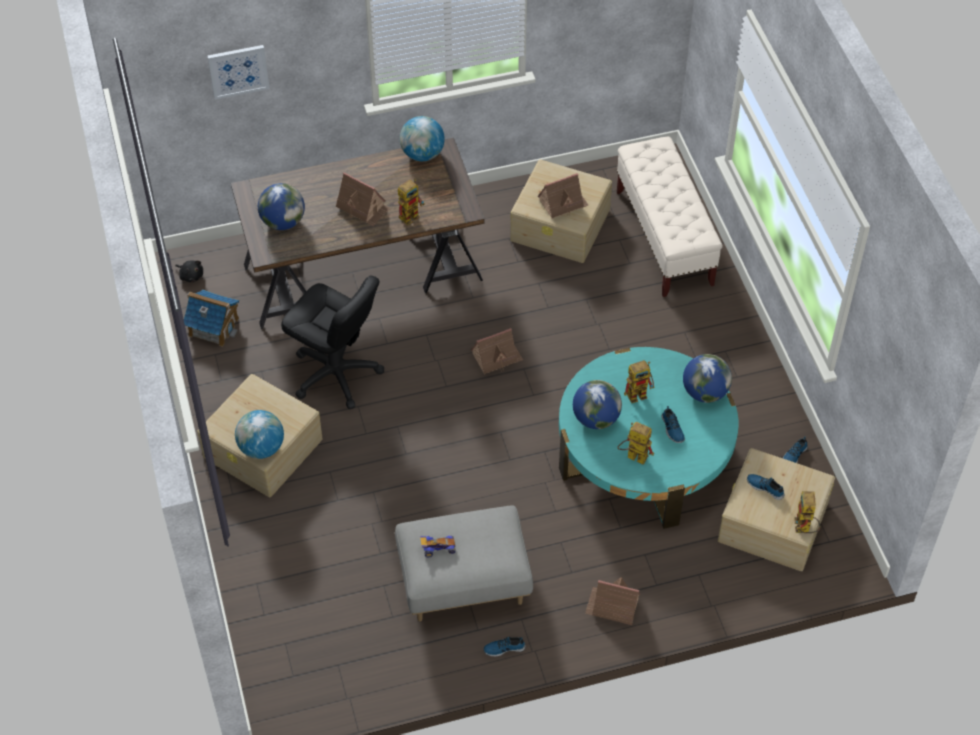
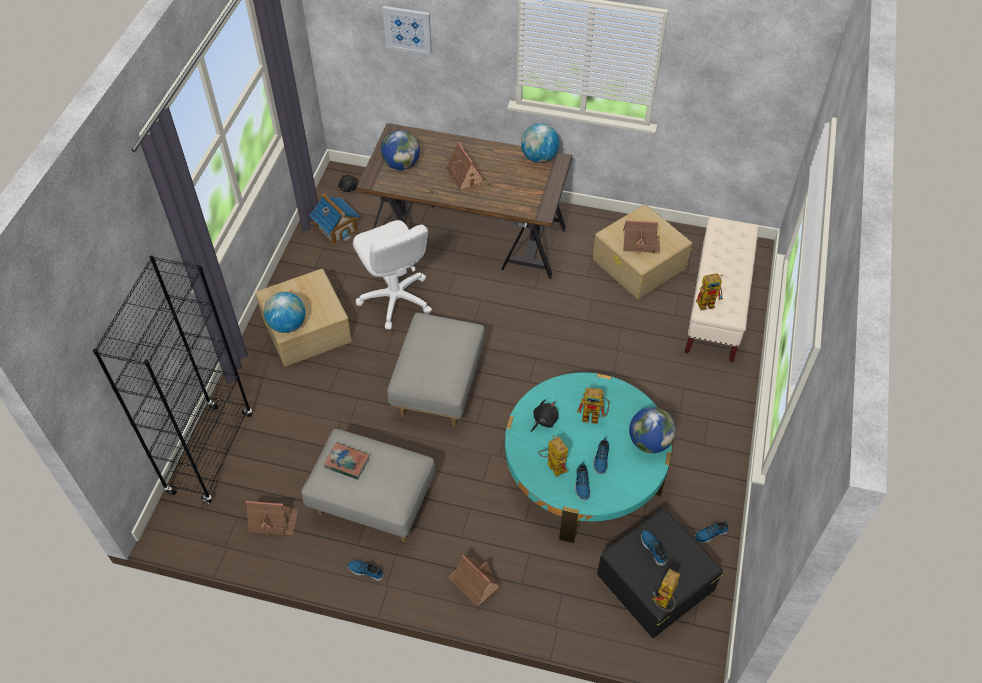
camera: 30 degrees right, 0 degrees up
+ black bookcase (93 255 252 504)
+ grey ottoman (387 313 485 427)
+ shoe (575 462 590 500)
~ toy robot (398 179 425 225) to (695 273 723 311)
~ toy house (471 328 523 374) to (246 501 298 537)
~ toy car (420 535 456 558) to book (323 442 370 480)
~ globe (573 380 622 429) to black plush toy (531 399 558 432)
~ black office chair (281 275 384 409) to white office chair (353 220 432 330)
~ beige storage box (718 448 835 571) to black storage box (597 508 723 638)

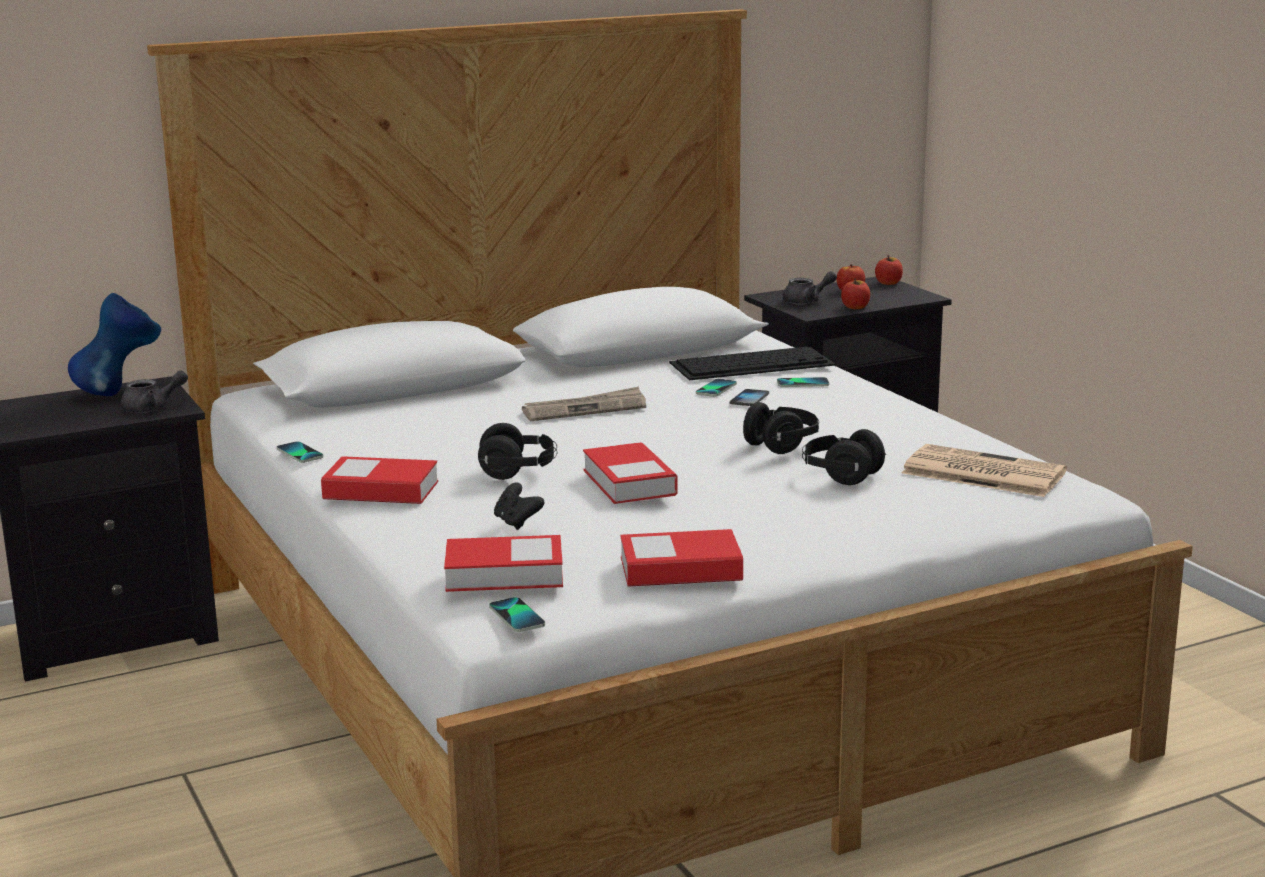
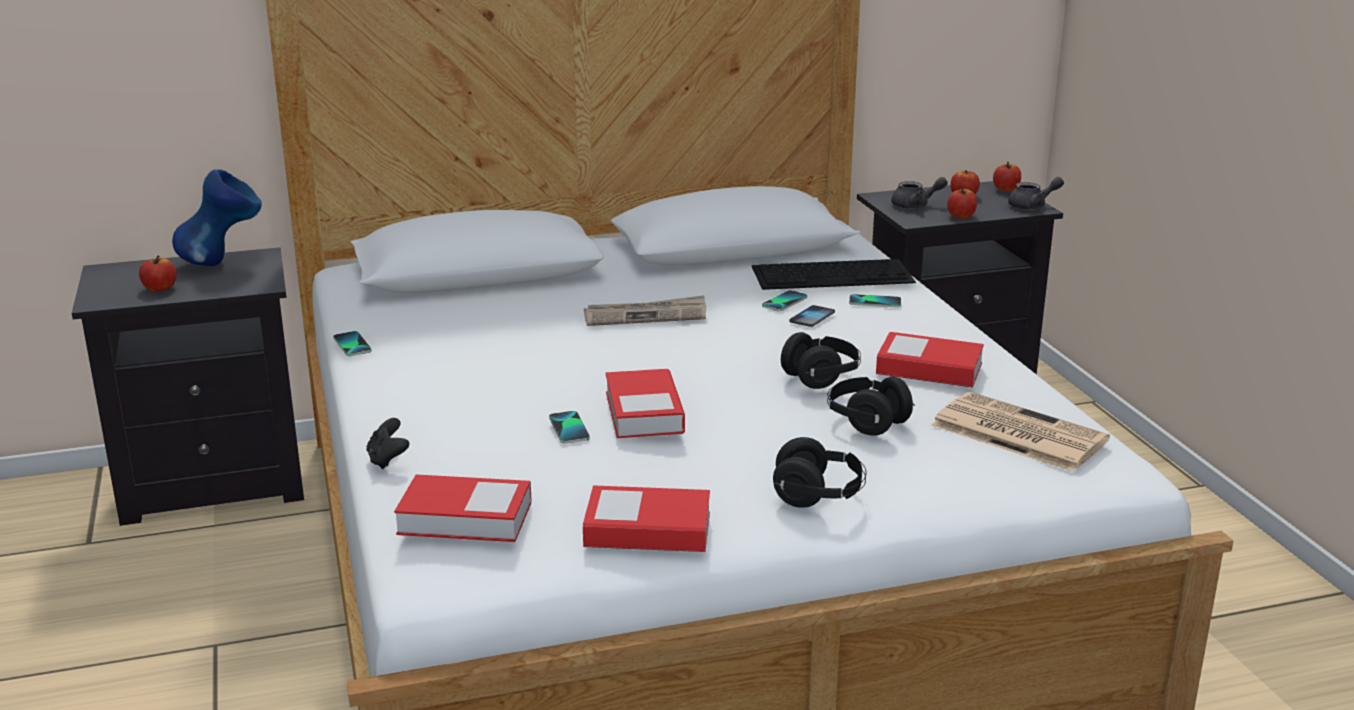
camera: 10 degrees right, 5 degrees up
+ apple (139 255 177 291)
~ grey teapot (121 370 188 413) to (1008 177 1064 210)
~ book (321 456 438 504) to (876 332 984 388)
~ black headphones (478 423 557 480) to (773 437 866 507)
~ phone (489 597 545 632) to (549 411 590 444)
~ black game controller (494 483 545 530) to (367 418 409 469)

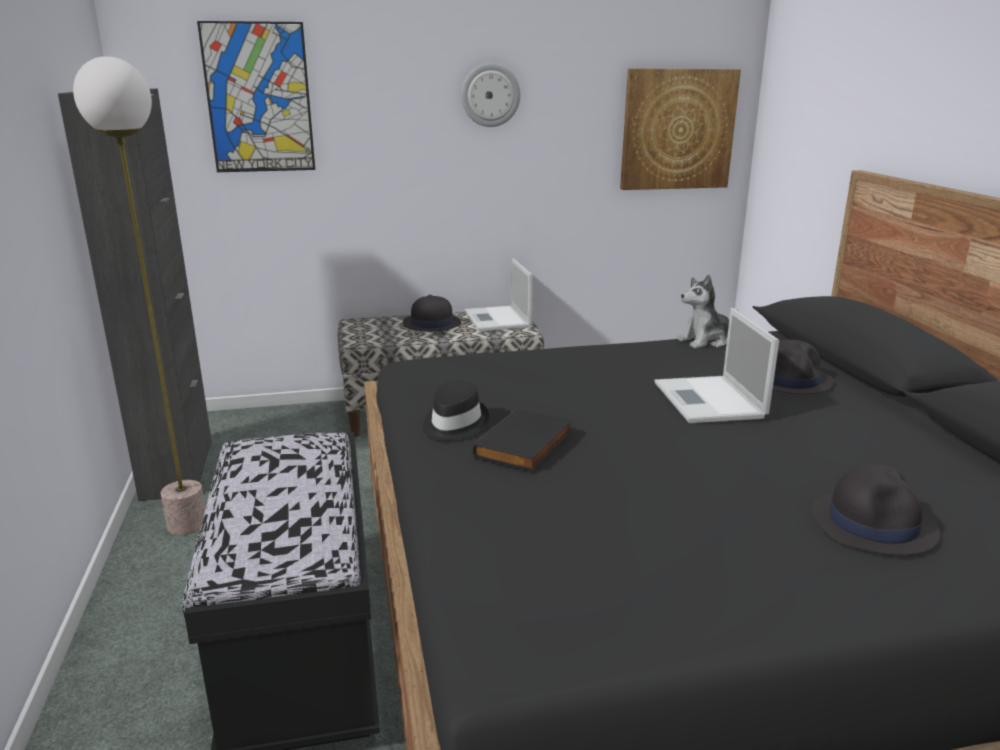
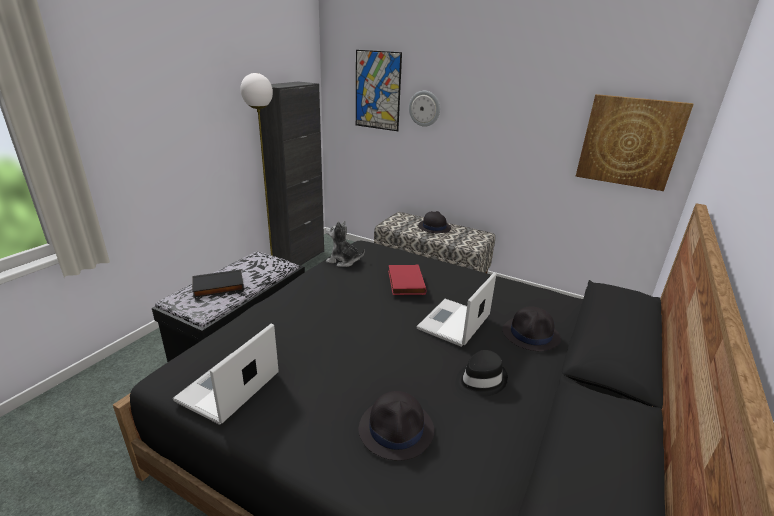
camera: 40 degrees right, 5 degrees up
+ red book (388 265 427 295)
~ black hat (423 381 489 441) to (456 350 508 397)
~ wall clock (461 63 521 127) to (409 91 440 127)
~ laptop (465 258 533 331) to (173 323 279 425)
~ black book (473 407 573 472) to (192 270 244 298)
~ plush toy (677 274 738 348) to (326 221 365 267)

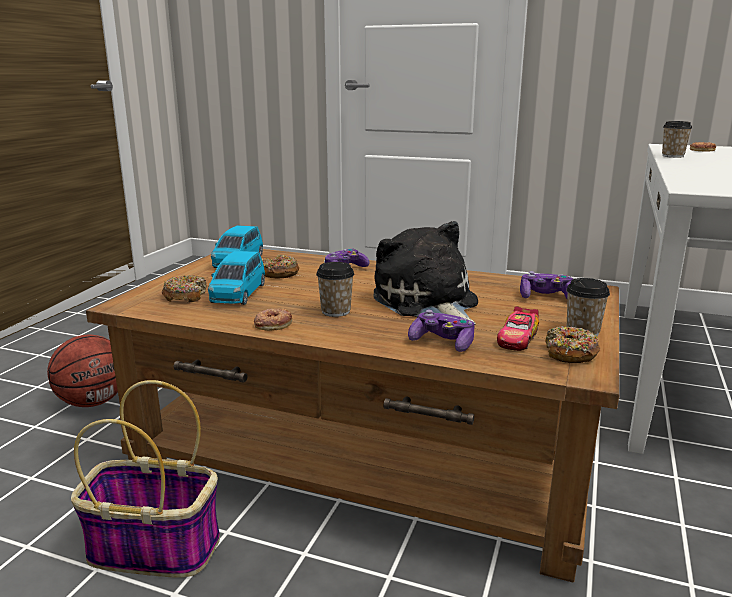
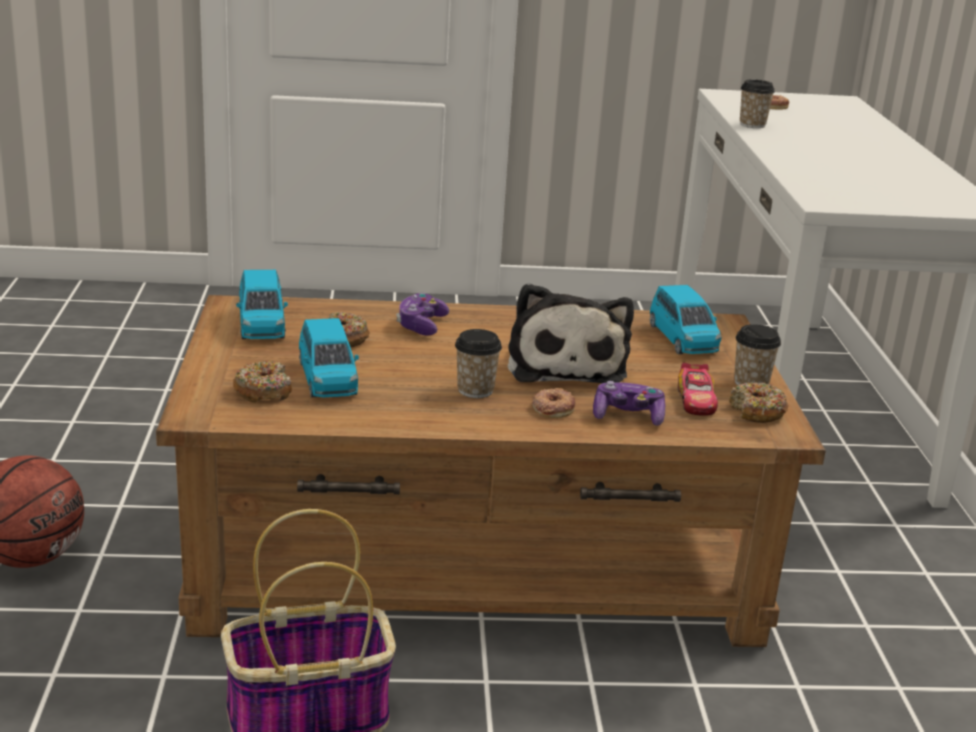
camera: 25 degrees left, 5 degrees up
~ donut (254 308 292 331) to (532 388 575 418)
~ game controller (520 271 573 299) to blue toy car (650 285 722 354)
~ plush toy (374 221 478 324) = (508 283 634 383) 135 degrees counterclockwise

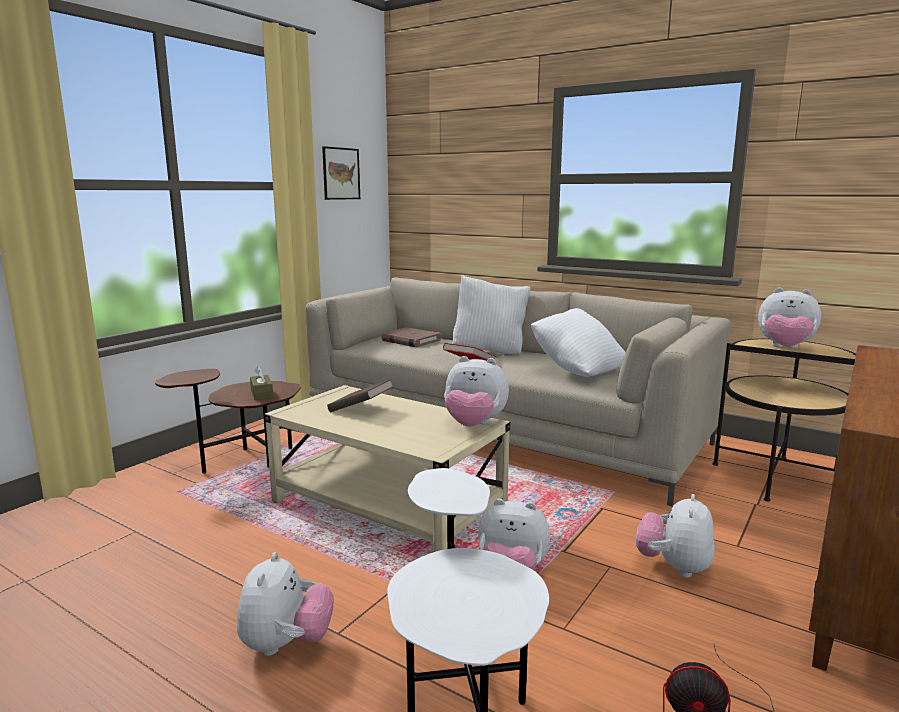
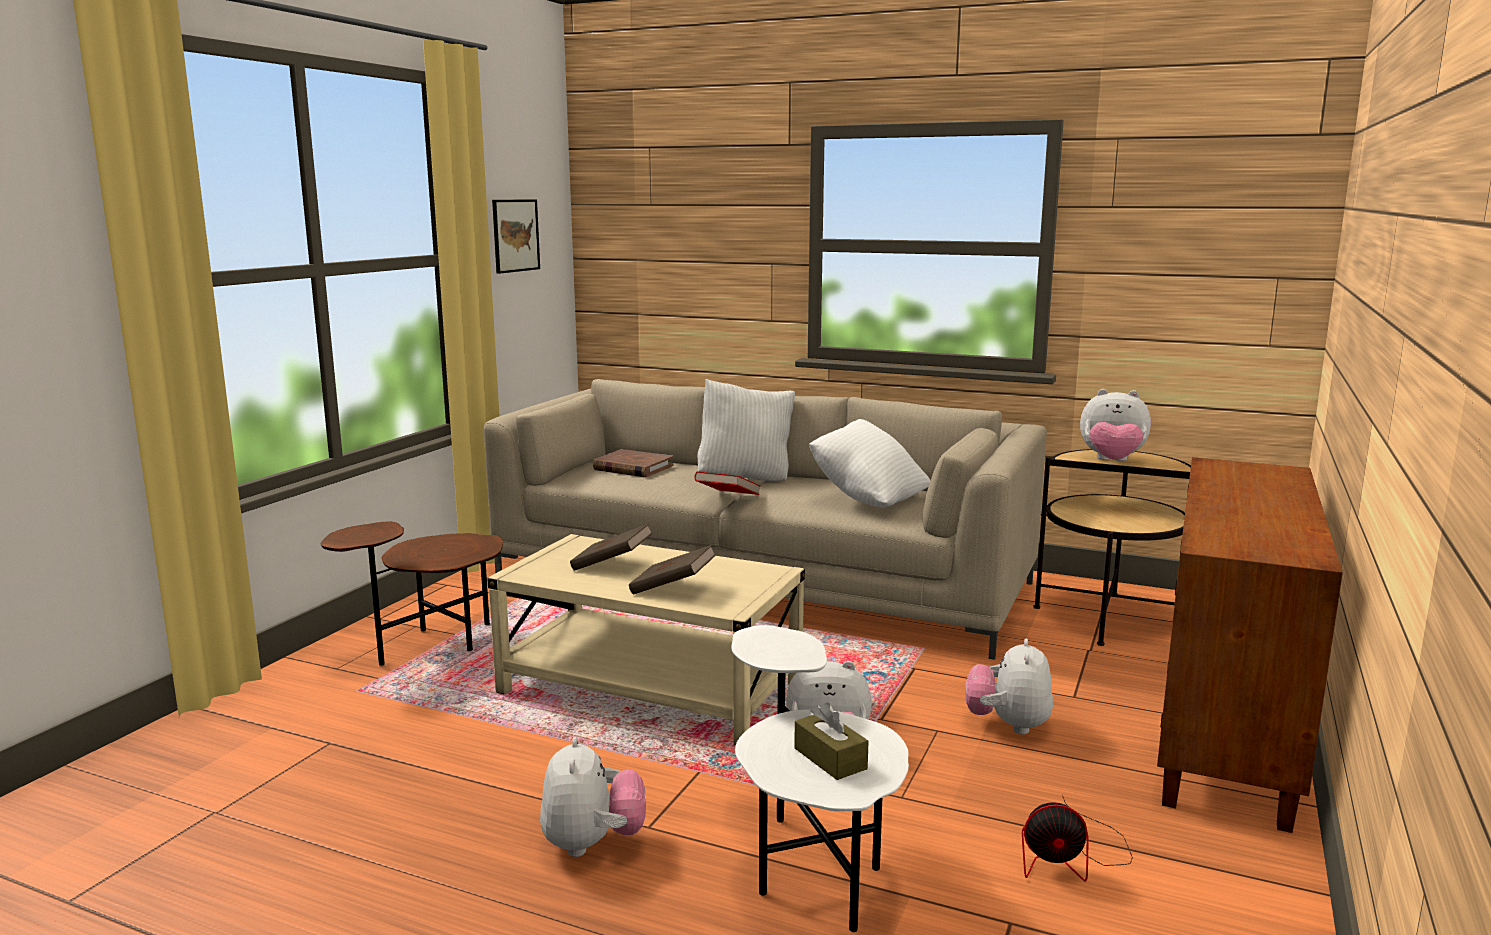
camera: 10 degrees left, 0 degrees up
- plush toy (444 356 509 427)
+ brown book (629 545 716 595)
~ brown tissue box (250 366 273 400) to (794 702 869 780)

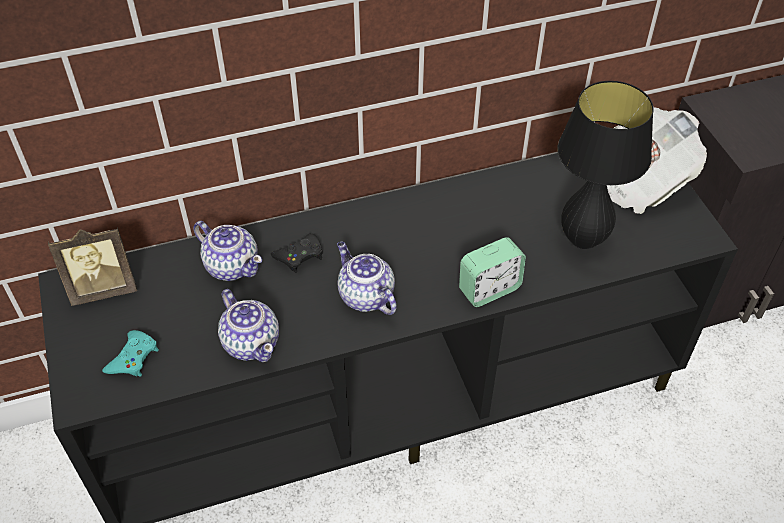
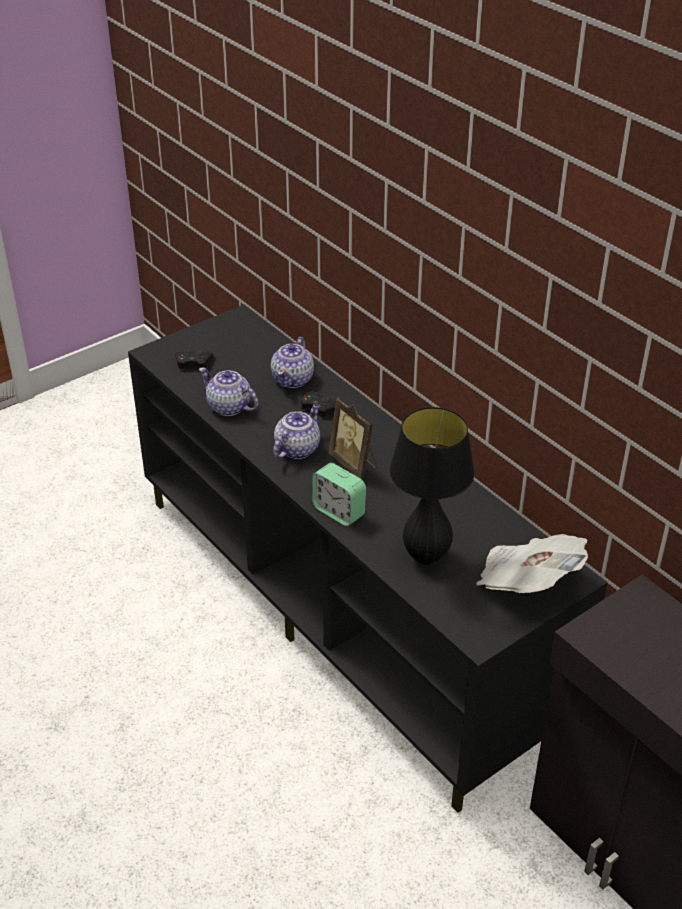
camera: 70 degrees right, 10 degrees down
~ picture frame (48 227 137 306) to (329 397 378 480)
~ turquoise game controller (102 330 159 377) to black game controller (175 350 214 370)
~ teapot (218 289 279 362) = (199 367 258 416) 90 degrees clockwise

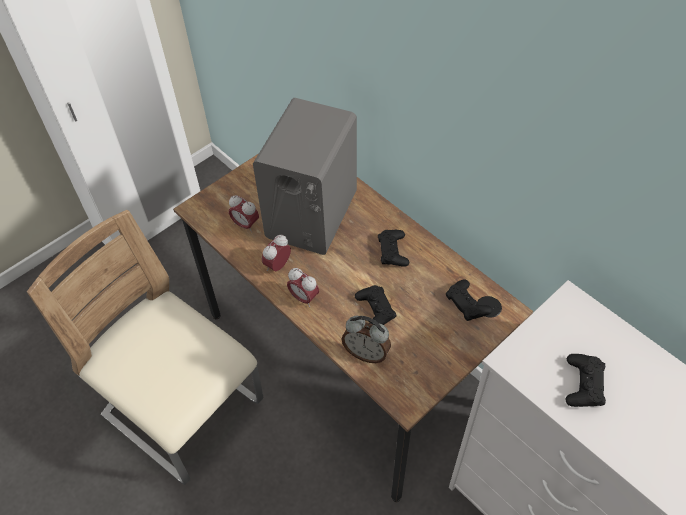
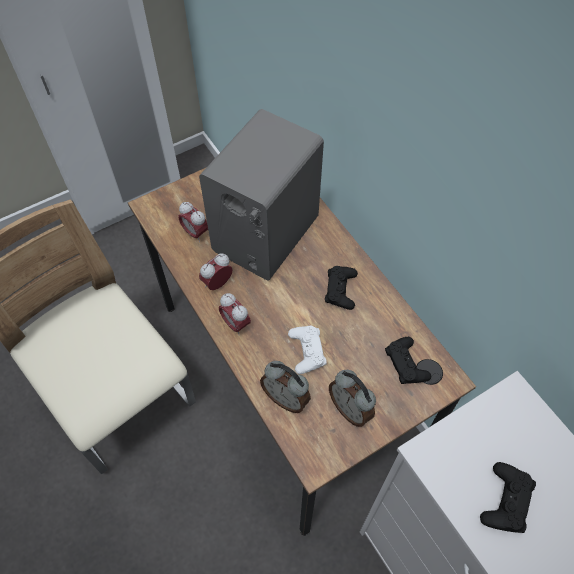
camera: 10 degrees right, 5 degrees up
+ alarm clock (329 370 376 427)
~ black game controller (355 285 396 325) to white game controller (288 326 327 374)

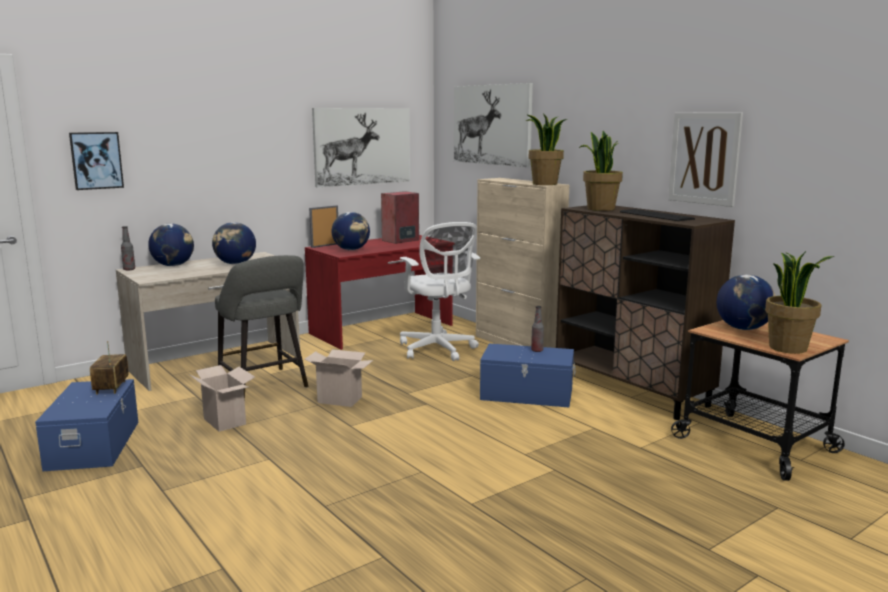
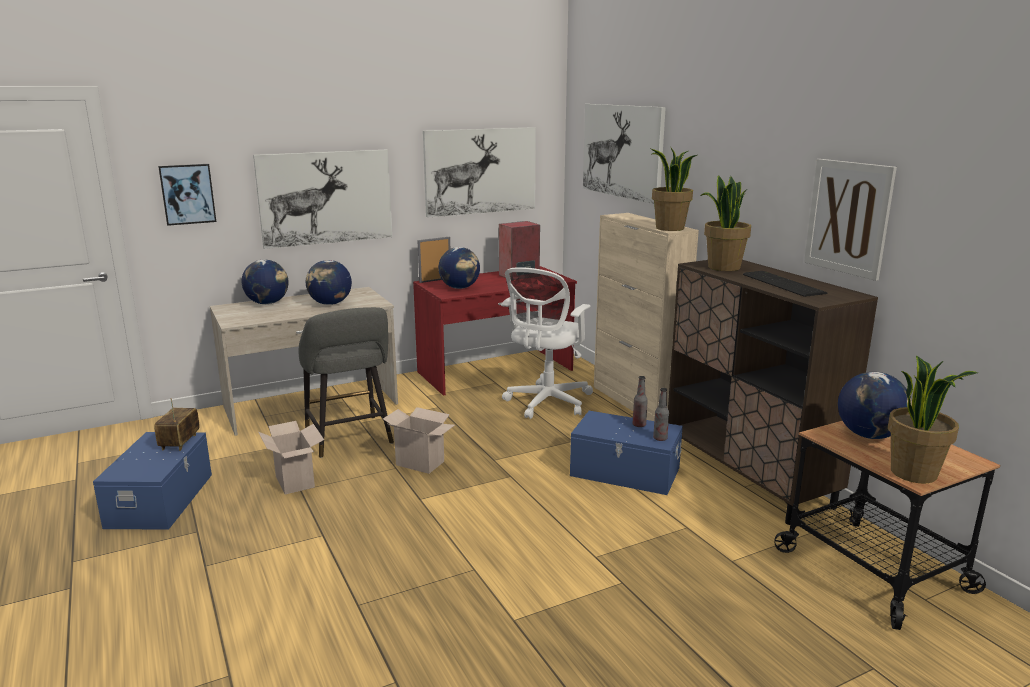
camera: 10 degrees right, 5 degrees up
+ picture (253 150 392 249)
~ bottle (121 226 135 270) to (653 388 669 441)
~ white office chair (400 222 480 361) = (501 267 593 419) 45 degrees clockwise

